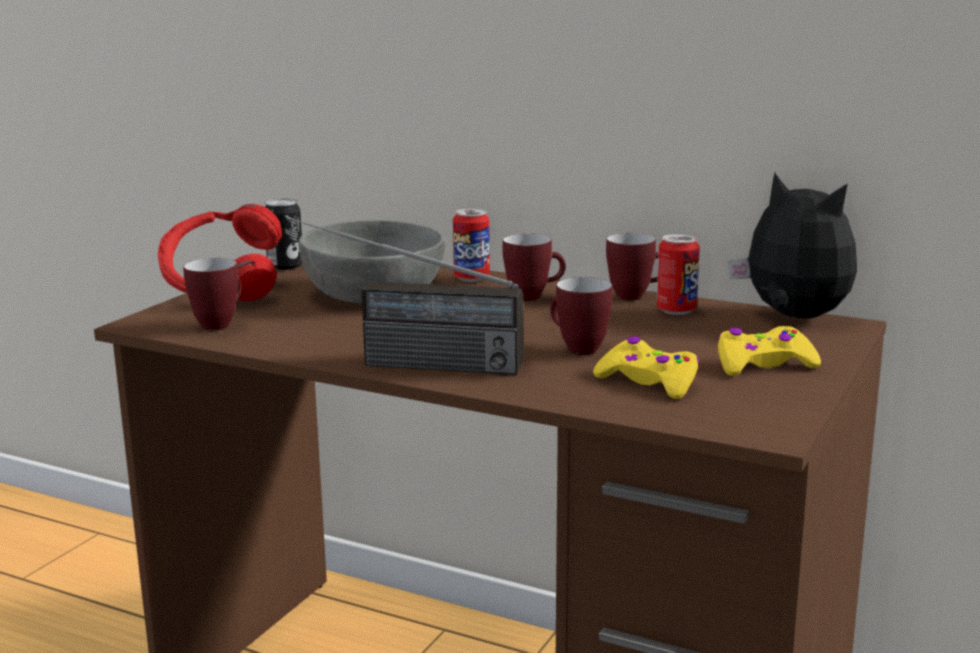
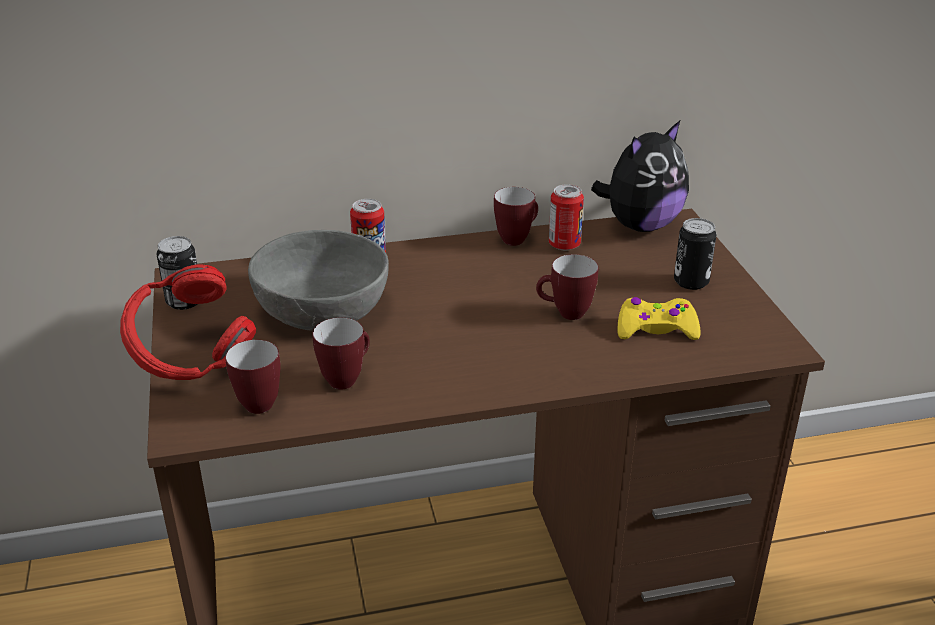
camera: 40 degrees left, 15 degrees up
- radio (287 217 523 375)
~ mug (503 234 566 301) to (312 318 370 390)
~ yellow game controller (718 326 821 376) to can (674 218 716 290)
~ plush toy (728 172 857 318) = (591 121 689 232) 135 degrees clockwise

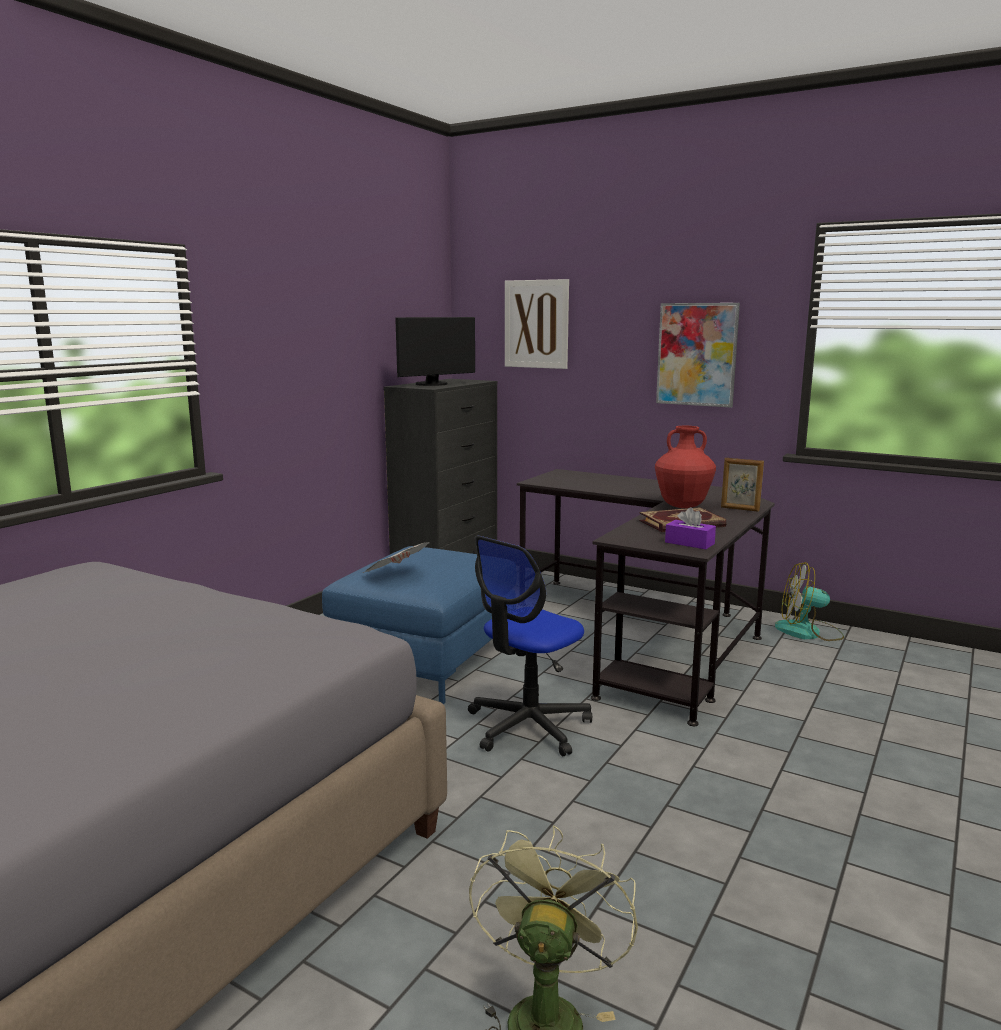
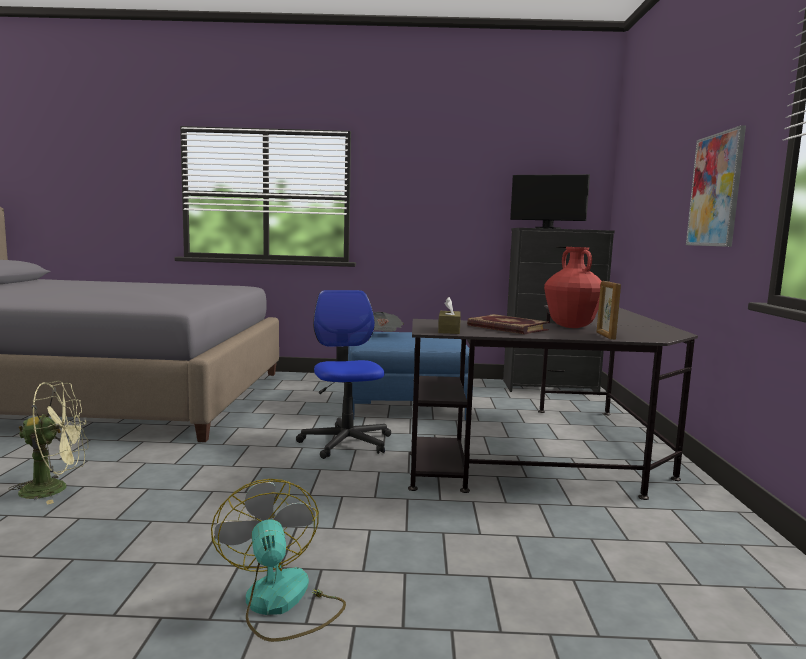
camera: 60 degrees right, 5 degrees down
- picture (505 279 569 369)
~ fan (775 562 844 641) to (211 479 346 642)
~ purple tissue box (665 507 716 549) to brown tissue box (438 297 461 334)
~ office chair (468 536 592 756) = (296 290 391 459) 60 degrees clockwise

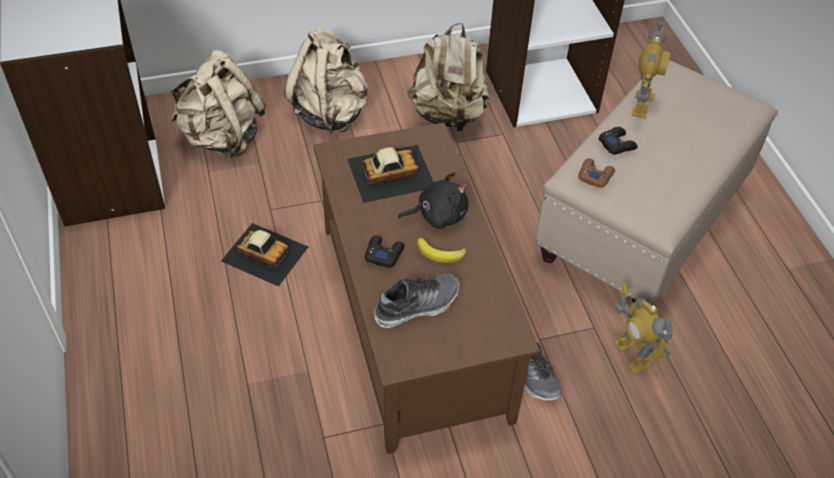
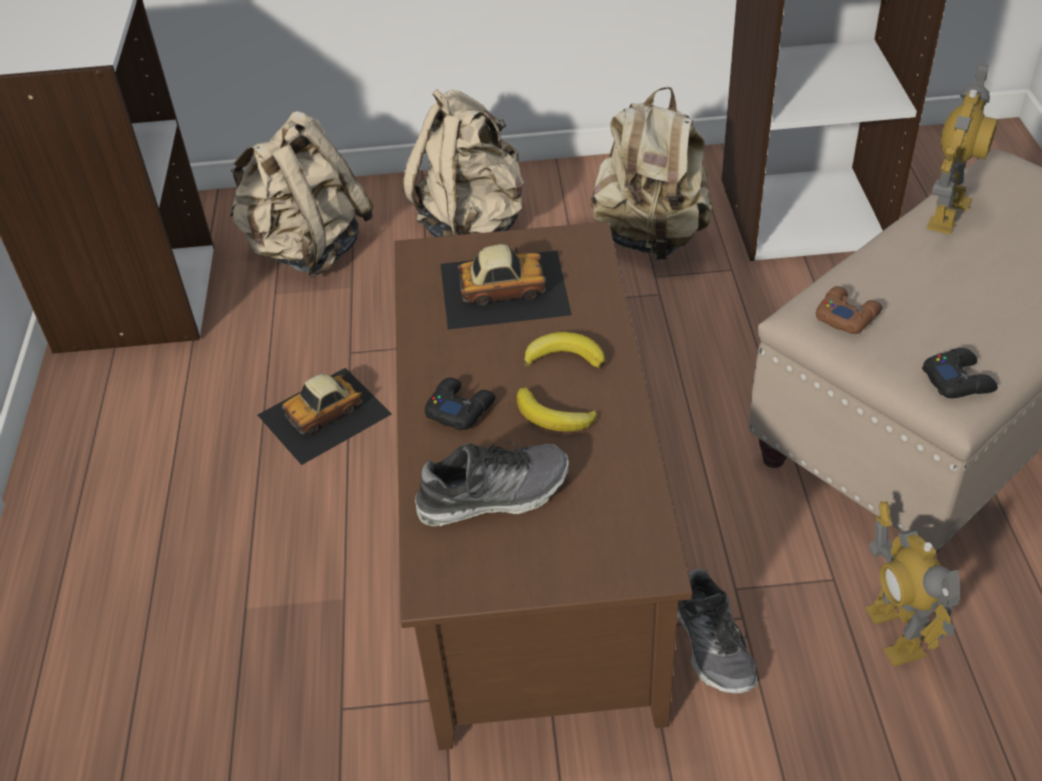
camera: 15 degrees right, 5 degrees down
~ black game controller (598 127 638 154) to (922 348 998 398)
~ black plush toy (398 172 468 229) to banana (524 332 605 368)
~ toy car (221 223 308 287) = (258 368 392 465) 105 degrees clockwise

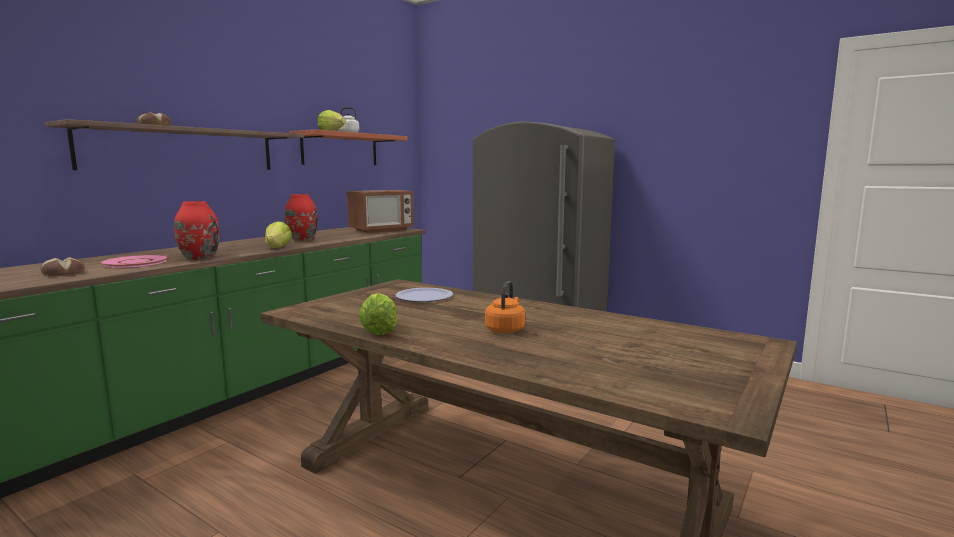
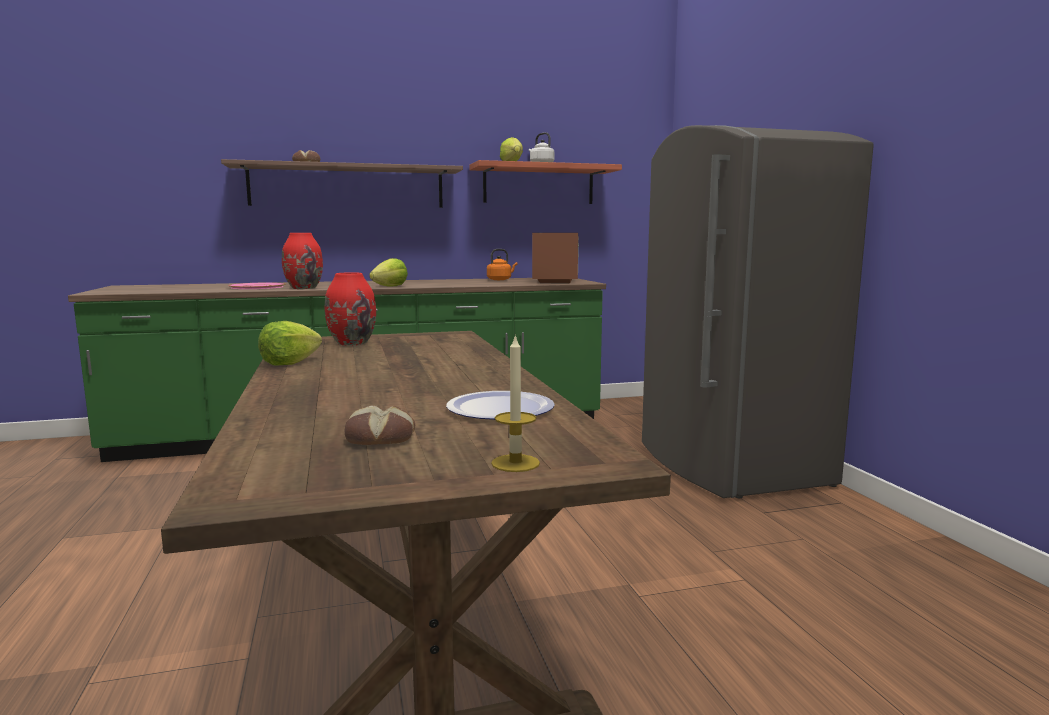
camera: 40 degrees right, 0 degrees up
+ candle (491 334 540 472)
~ bread (41 257 85 276) to (345 405 415 445)
~ red vase (285 194 318 241) to (325 272 376 346)
~ plate (395 288 453 302) to (446 391 555 420)
~ orange kettle (485 281 525 333) to (487 249 518 280)
~ microwave (347 190 414 233) = (532 233 579 283) 90 degrees counterclockwise

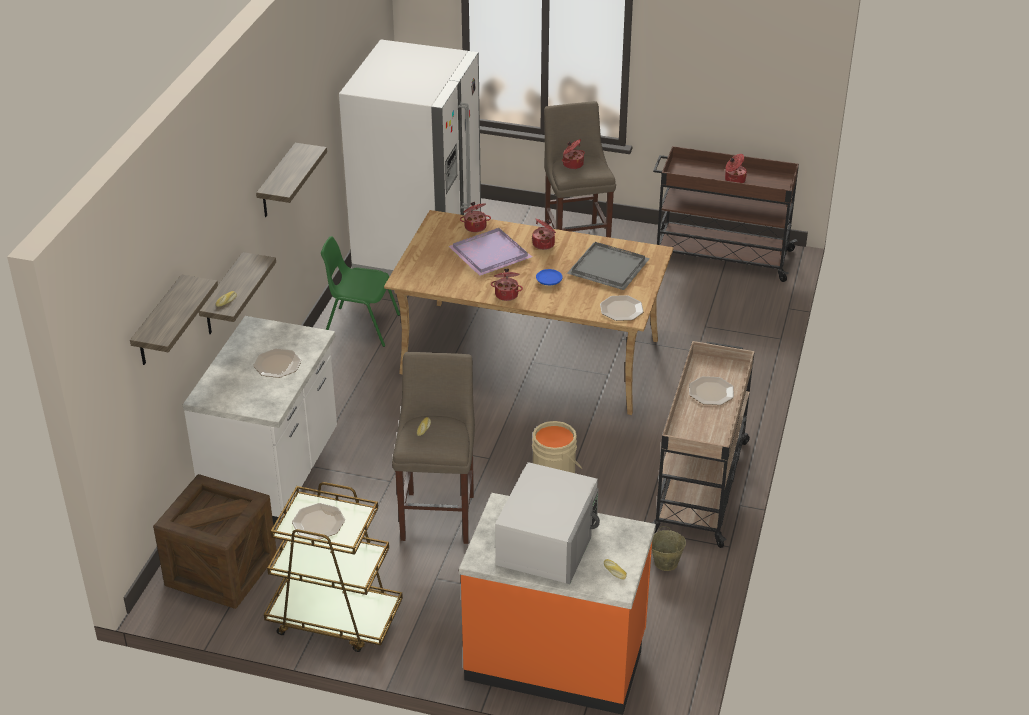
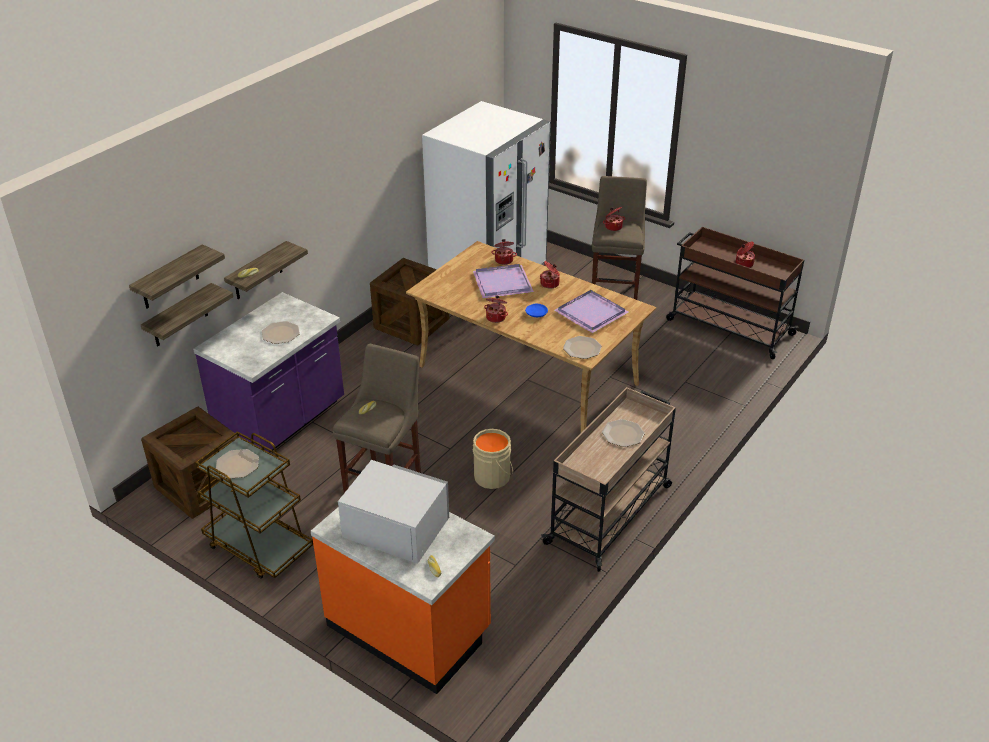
camera: 20 degrees right, 0 degrees up
- beige bucket (652 526 686 571)
~ shelf (256 143 327 217) to (141 283 233 346)
~ green chair (321 236 400 347) to crate (370 258 449 346)
~ white counter (183 316 337 526) to purple counter (193 292 344 453)
~ grey tray (567 242 650 290) to purple tray (554 290 629 333)
~ white microwave (495 462 600 584) = (338 460 449 564) 105 degrees counterclockwise

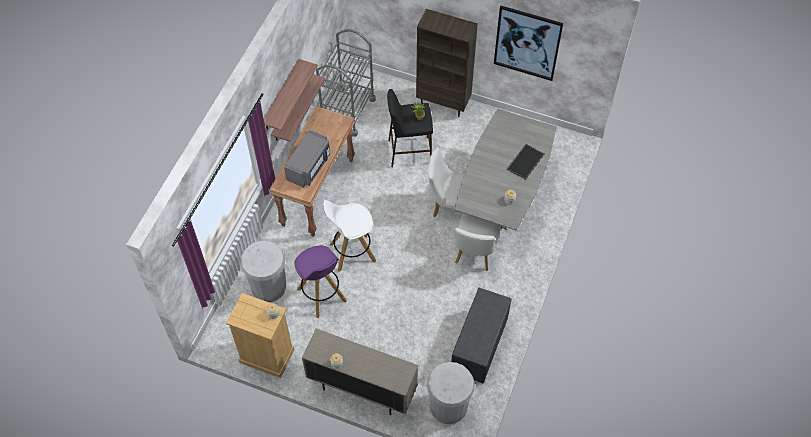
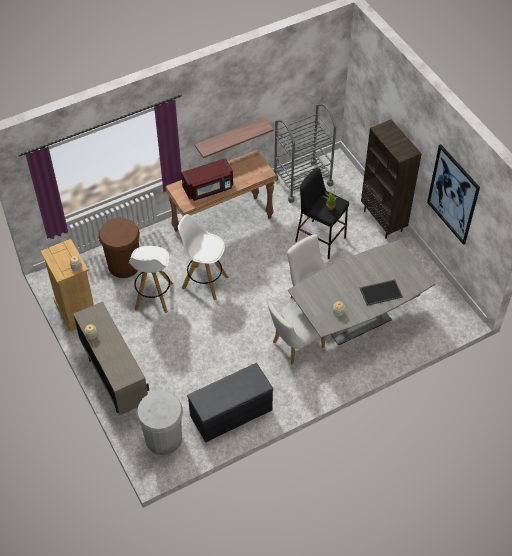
camera: 40 degrees right, 5 degrees down
- shelf (264 59 318 130)
~ white trash can (240 241 286 302) to brown trash can (99 218 140 278)
~ grey microwave (284 130 330 187) to red microwave (181 158 233 201)
~ purple stool (294 246 347 318) to white stool (129 246 173 313)

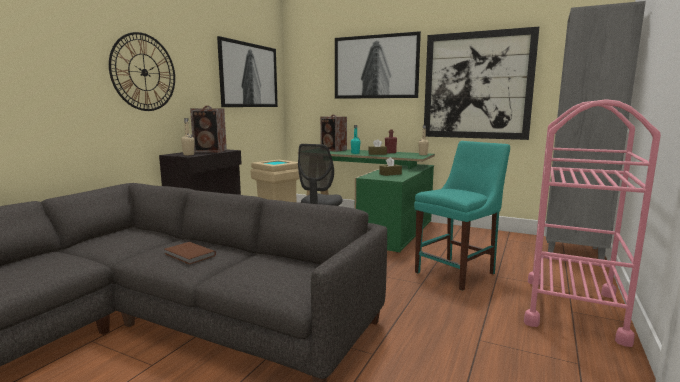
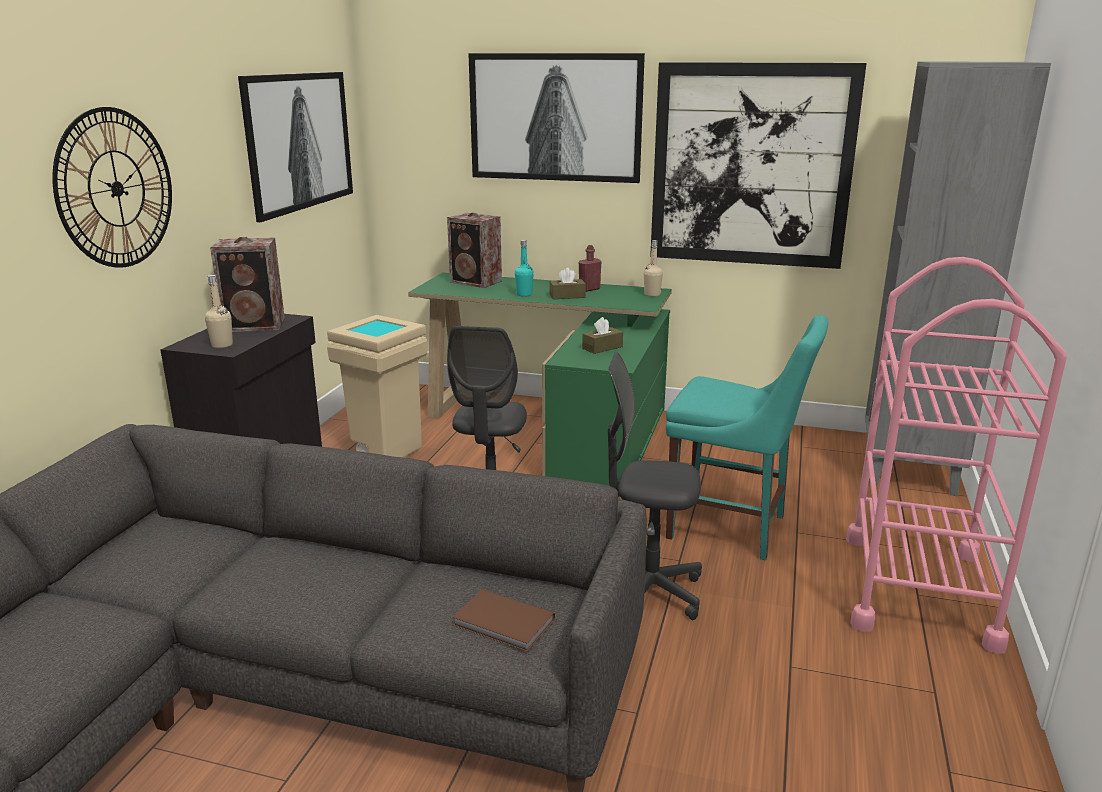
camera: 10 degrees left, 10 degrees up
+ grey office chair (608 352 702 620)
~ brown book (165 242 216 264) to (452 590 555 652)
~ turquoise chair (414 141 510 291) = (666 315 828 560) 75 degrees clockwise

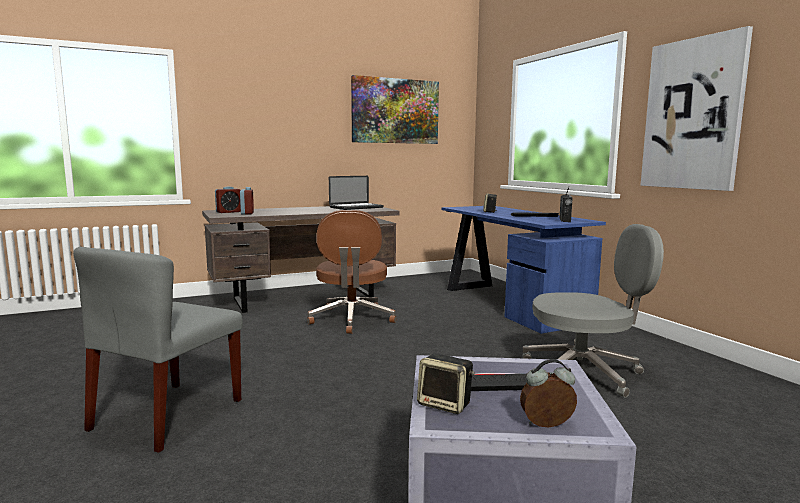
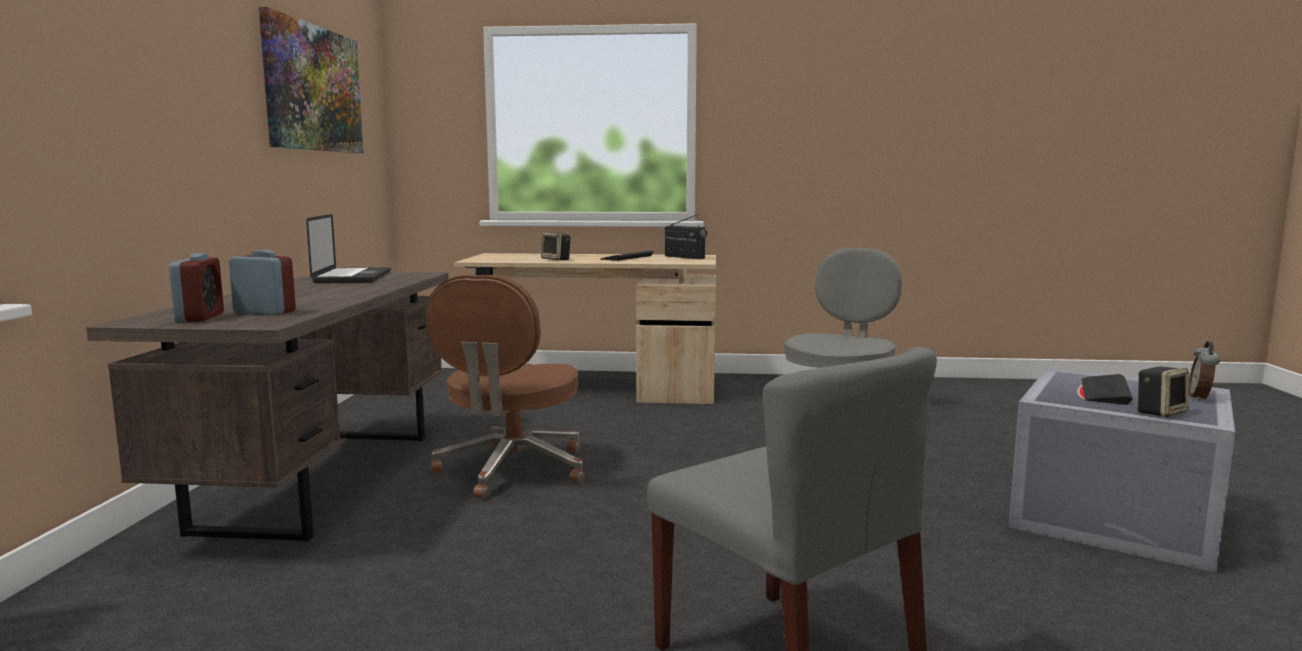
camera: 60 degrees left, 0 degrees up
- picture (640 26 753 191)
~ blue desk (442 206 606 334) to beige desk (454 253 716 404)
~ brown office chair (307 210 396 334) = (426 274 585 499) 75 degrees clockwise

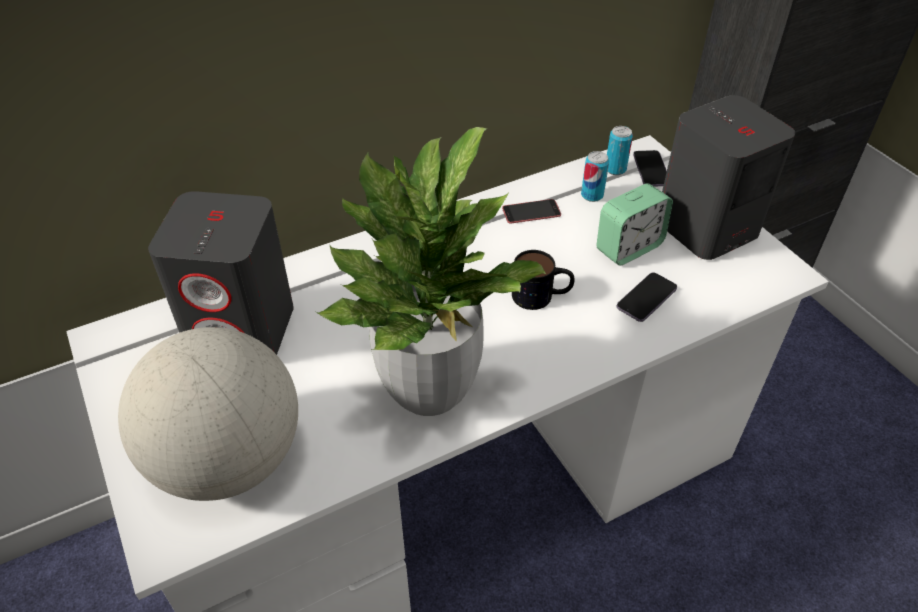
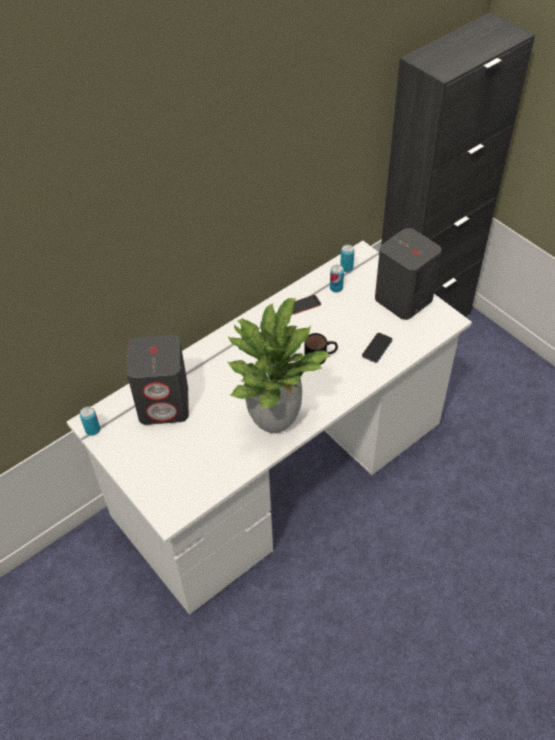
camera: 10 degrees left, 5 degrees up
- globe (118 327 298 501)
- alarm clock (596 183 673 266)
- phone (633 150 667 187)
+ can (80 406 100 436)

